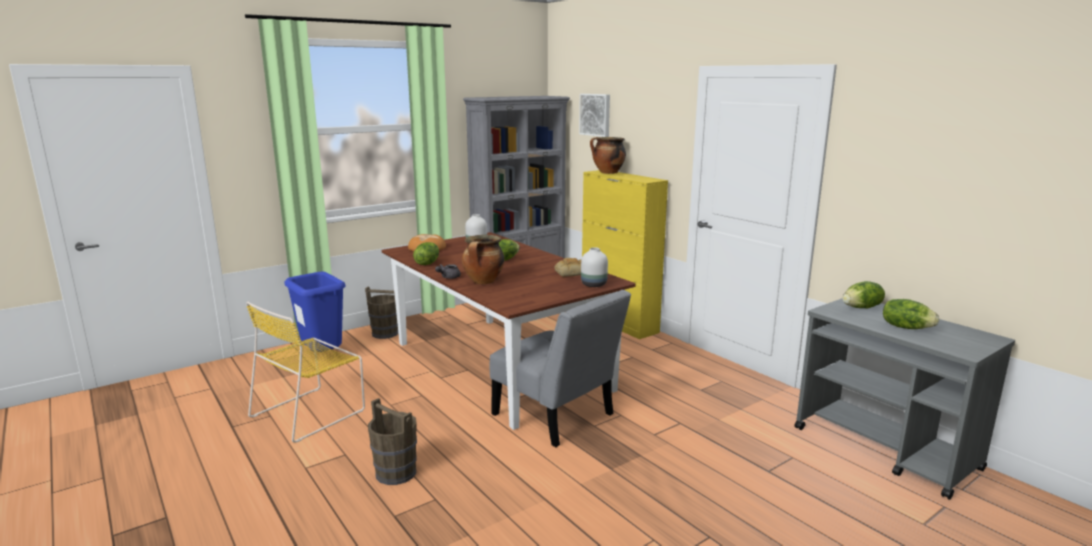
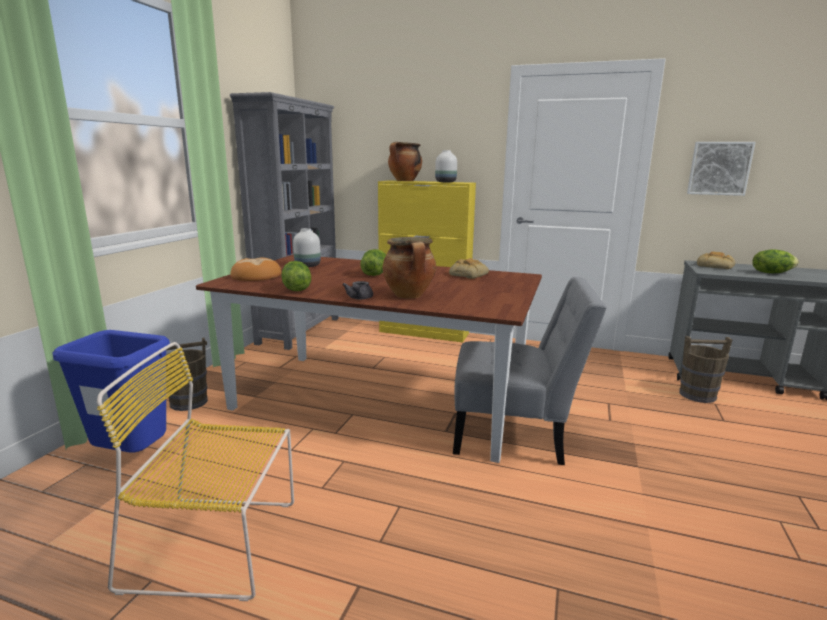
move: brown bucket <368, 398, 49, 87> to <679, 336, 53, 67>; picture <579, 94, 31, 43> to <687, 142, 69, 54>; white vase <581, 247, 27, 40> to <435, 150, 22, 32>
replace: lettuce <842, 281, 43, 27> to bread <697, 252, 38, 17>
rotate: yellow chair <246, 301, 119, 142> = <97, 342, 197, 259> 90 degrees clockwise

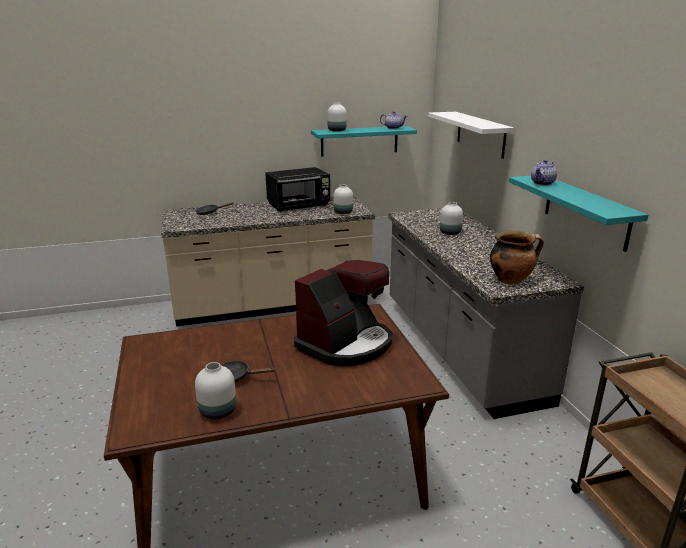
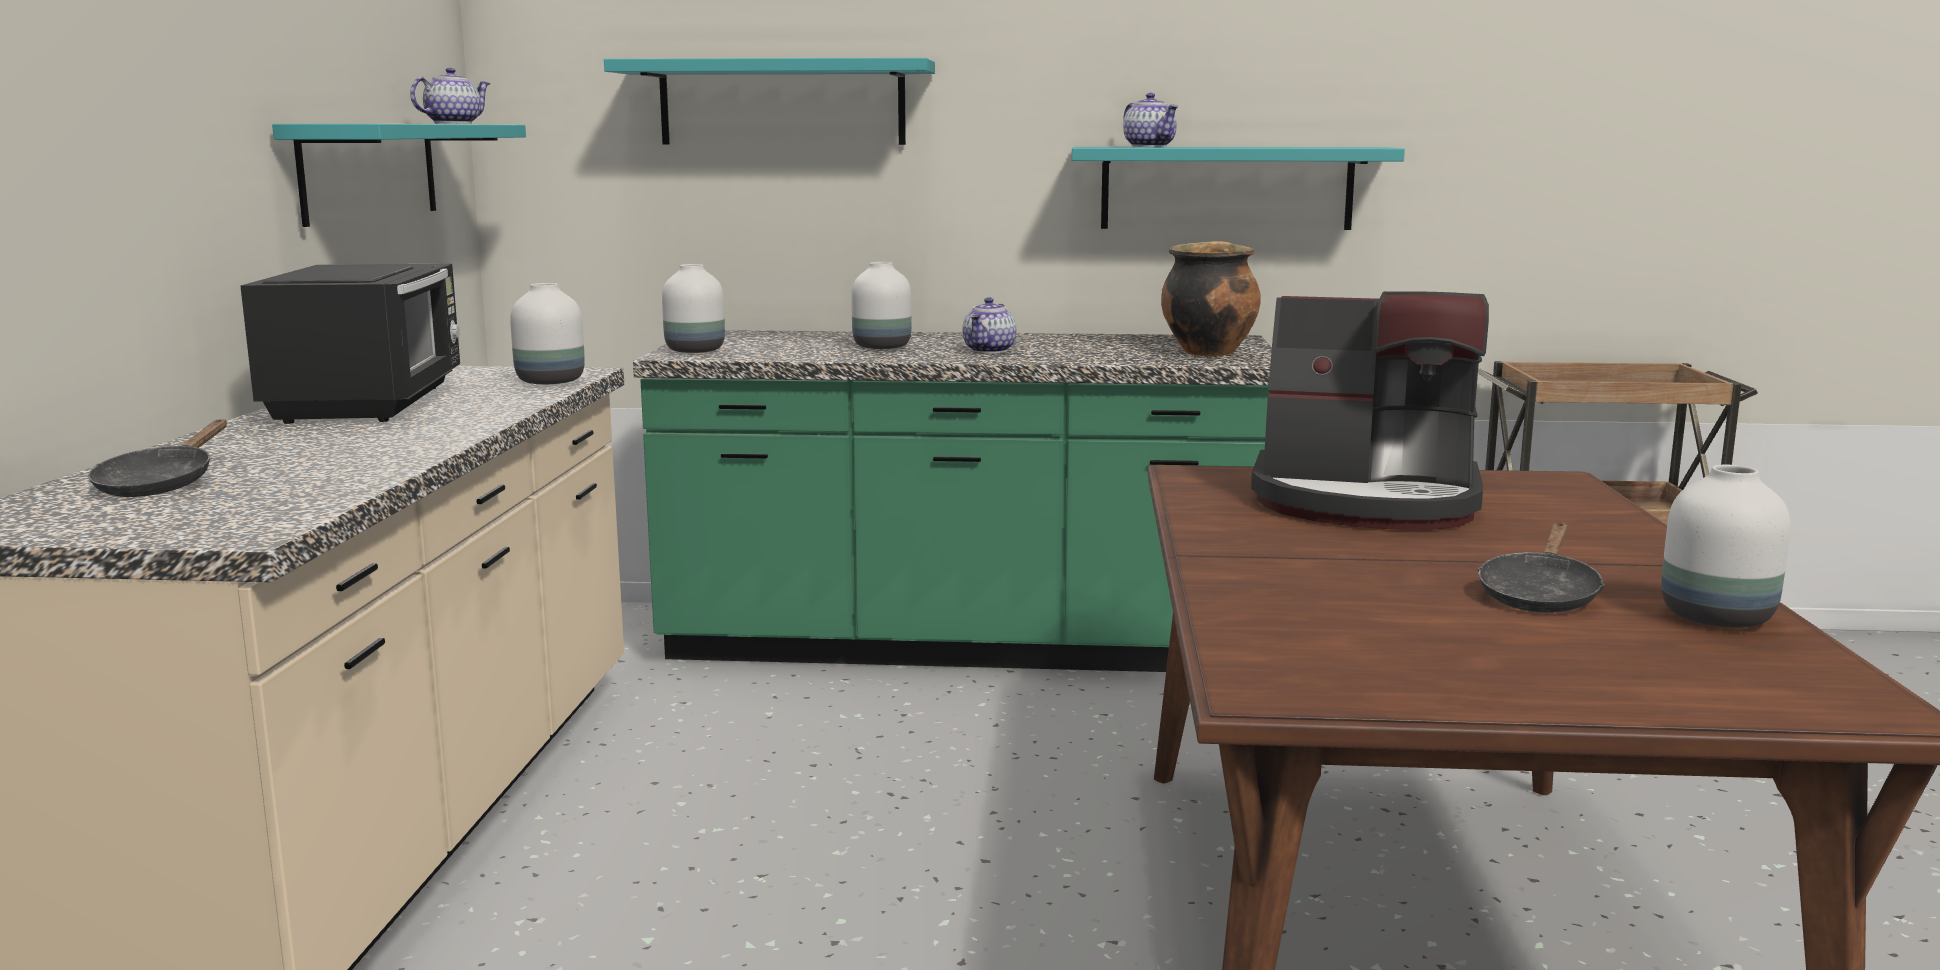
insert: teapot <963, 297, 54, 57>
move: white vase <327, 102, 20, 30> to <662, 264, 63, 89>
recolor: grey counter <388, 208, 196, 211> to green counter <633, 330, 639, 342>; white shelf <428, 112, 86, 47> to turquoise shelf <604, 58, 331, 87>
rotate: coffee machine <294, 260, 98, 106> = <1251, 291, 238, 239> 135 degrees clockwise

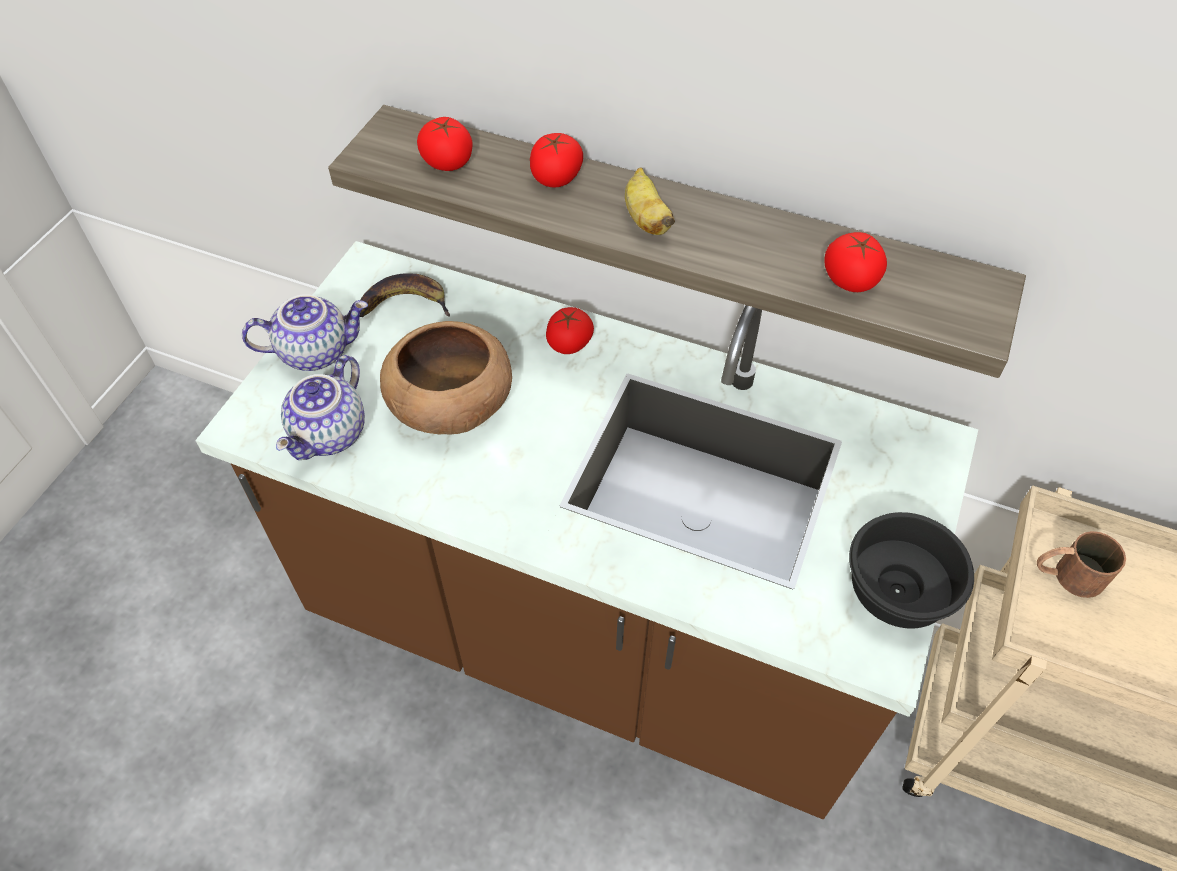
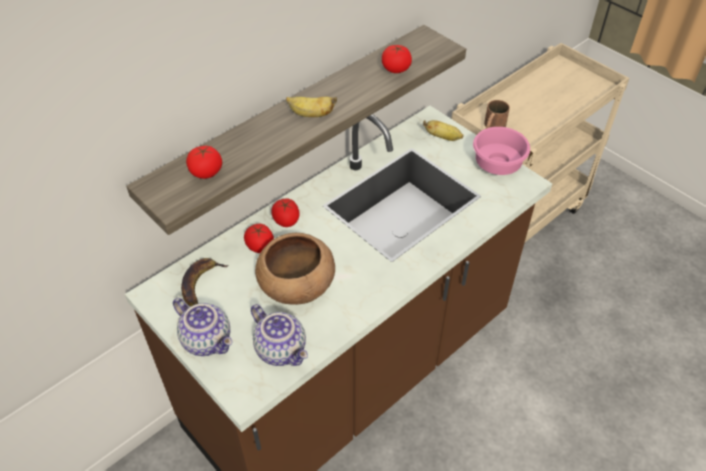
insert: banana <423, 120, 40, 21>
move: tomato <530, 133, 53, 55> to <244, 224, 30, 29>
recolor: black bowl <849, 512, 125, 117> to pink bowl <473, 127, 57, 48>
rotate: teapot <242, 294, 126, 77> = <173, 298, 59, 58> 120 degrees clockwise

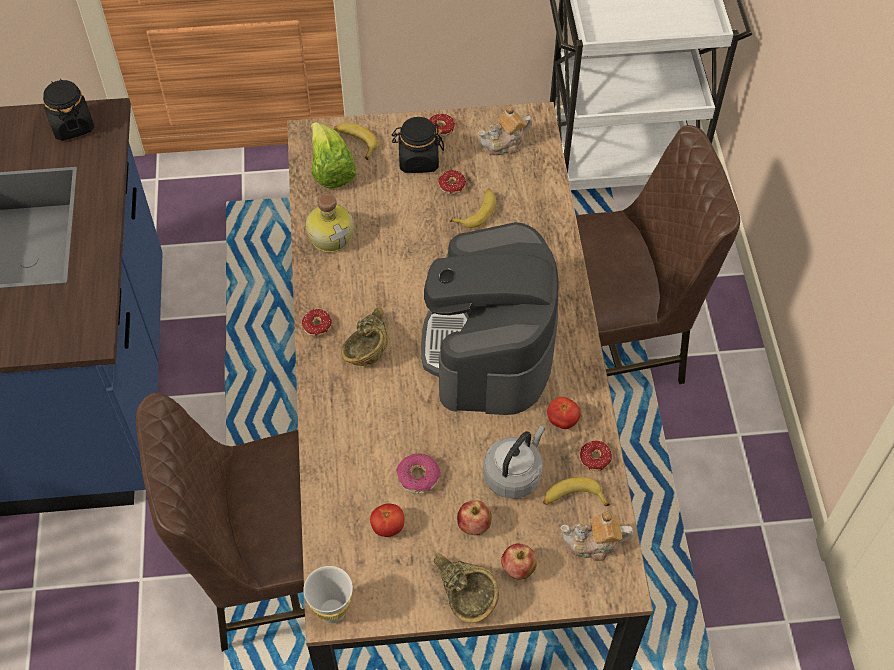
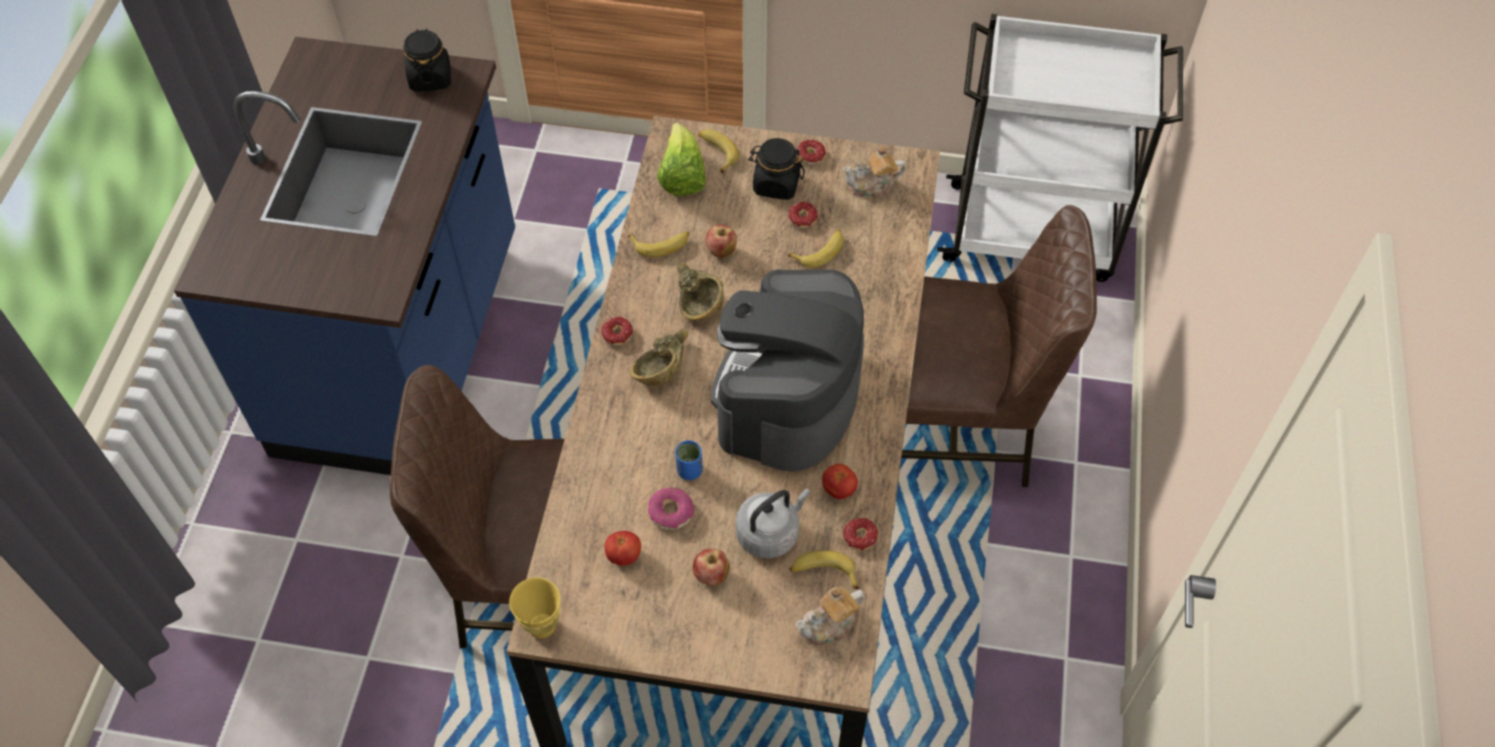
insert: blue cup <675, 440, 28, 40>
move: brown bowl <434, 554, 65, 69> to <677, 263, 47, 57>; apple <501, 543, 36, 37> to <706, 225, 31, 33>
replace: bottle <306, 194, 48, 58> to banana <628, 231, 62, 27>
recolor: white cup <303, 566, 50, 57> to yellow cup <509, 577, 52, 61>
rotate: teapot <560, 512, 73, 49> = <796, 586, 69, 59> 45 degrees counterclockwise

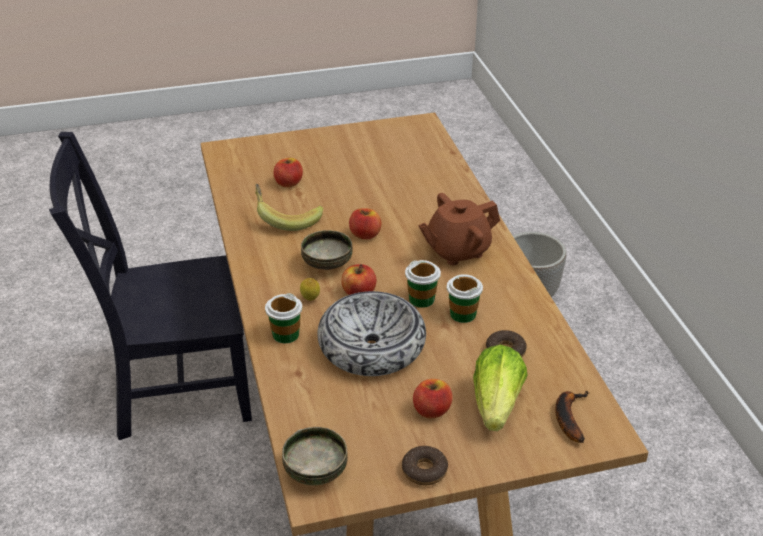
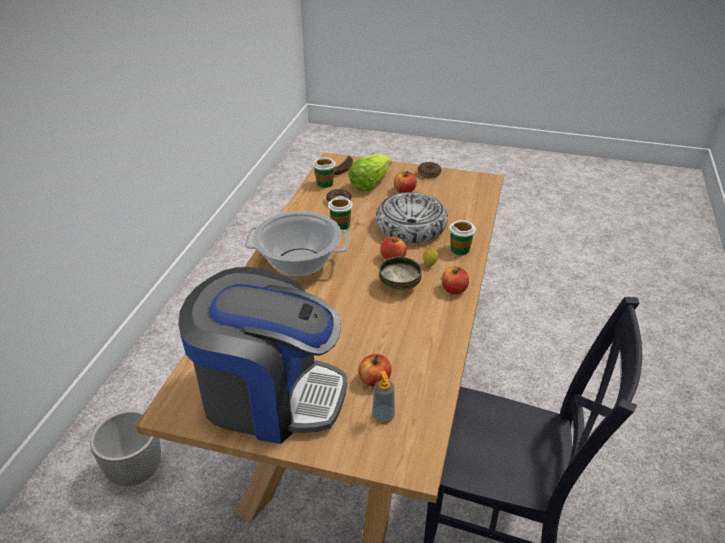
delete: banana <255, 184, 68, 47>; bowl <282, 427, 66, 59>
insert: coffee machine <178, 267, 169, 177>; soap dispenser <372, 371, 23, 53>
move: apple <349, 208, 32, 31> to <442, 267, 27, 27>; cup <405, 260, 36, 48> to <313, 157, 23, 31>
replace: brown teapot <419, 193, 81, 72> to cooking pot <244, 211, 106, 66>

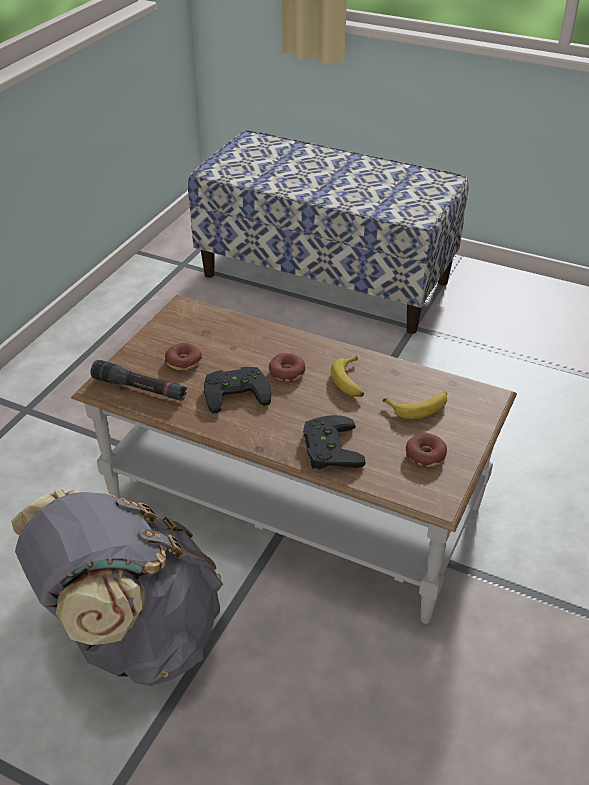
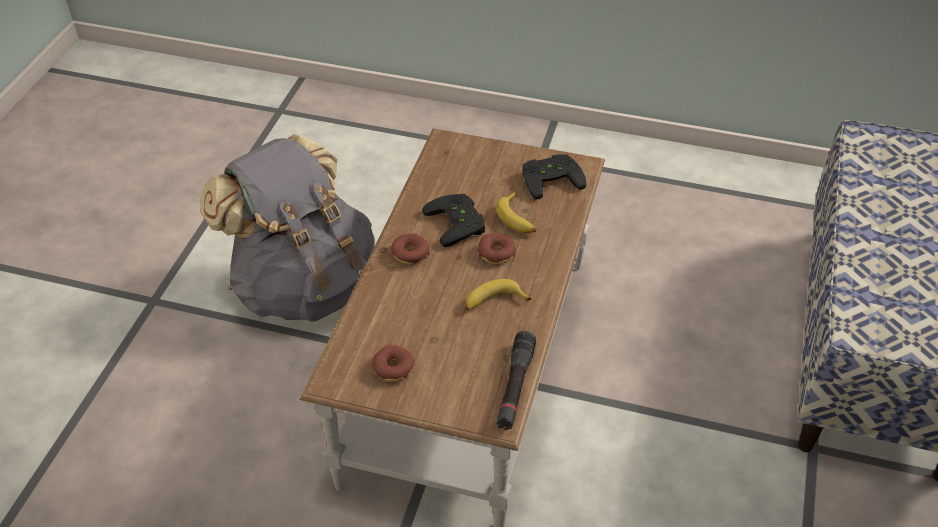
move: black flashlight <91, 360, 96, 41> to <496, 331, 40, 99>; donut <165, 343, 37, 27> to <391, 234, 39, 30>; black game controller <303, 415, 63, 54> to <522, 155, 64, 45>; banana <383, 391, 64, 28> to <496, 191, 41, 42>

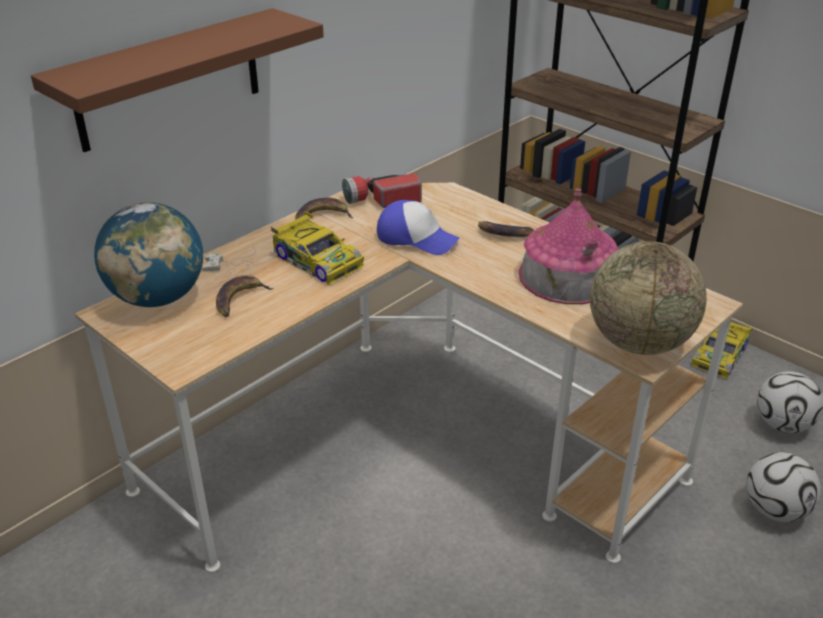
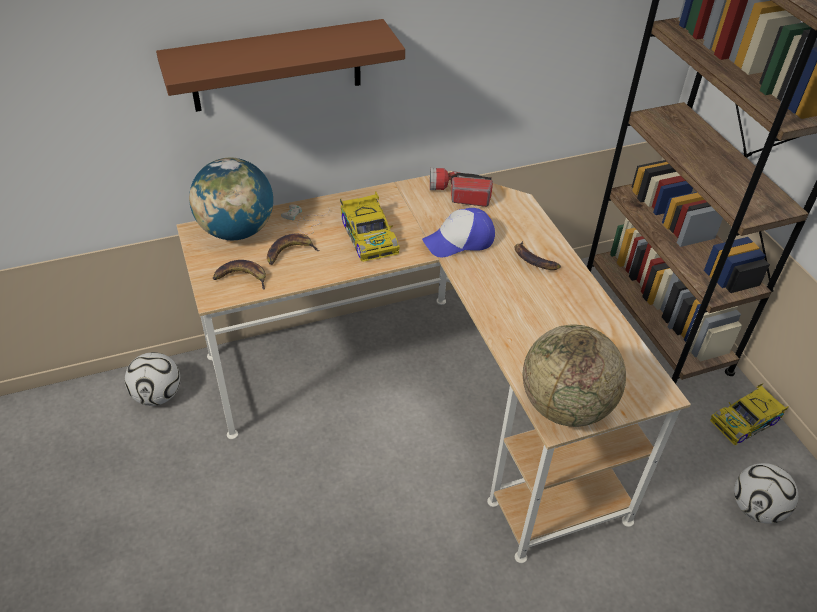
delete: toy house <519, 188, 99, 116>
move: banana <295, 198, 58, 22> to <213, 260, 53, 30>; football <747, 452, 74, 70> to <125, 352, 56, 54>
rotate: cap <377, 200, 83, 55> = <422, 208, 73, 49> 105 degrees clockwise

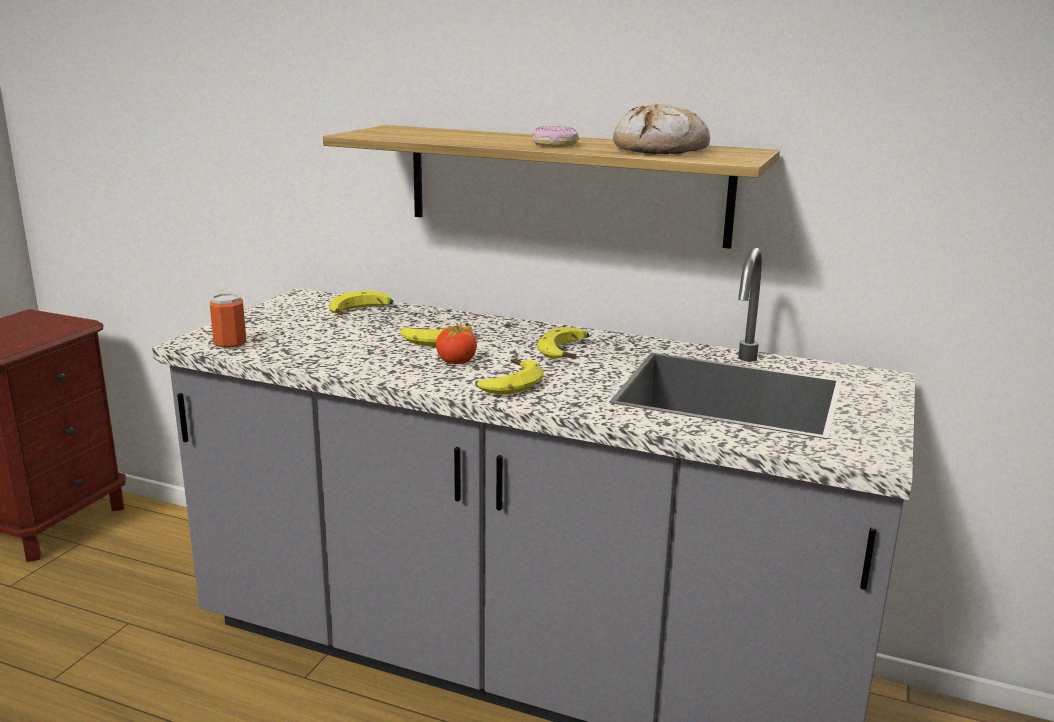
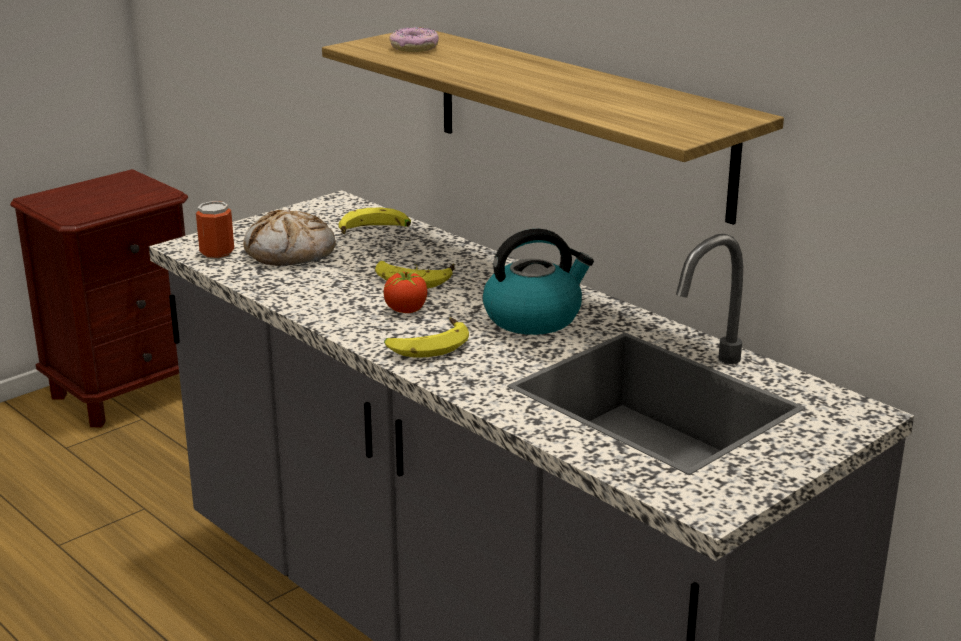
move: donut <532, 126, 47, 21> to <389, 27, 50, 25>; bread <613, 103, 97, 51> to <243, 209, 93, 57>
replace: banana <537, 327, 52, 32> to kettle <483, 229, 111, 106>

